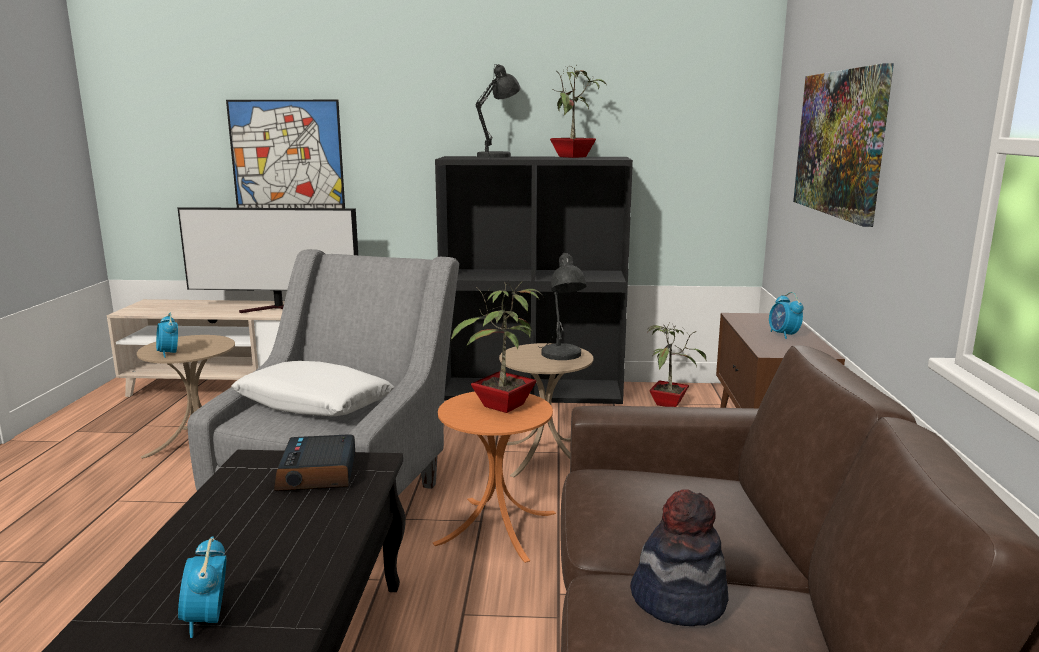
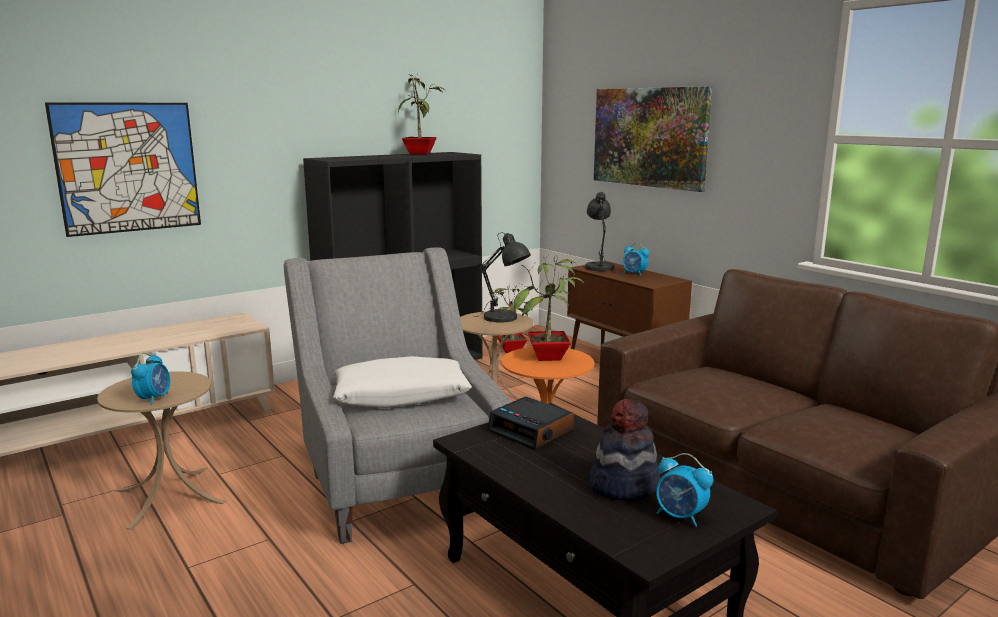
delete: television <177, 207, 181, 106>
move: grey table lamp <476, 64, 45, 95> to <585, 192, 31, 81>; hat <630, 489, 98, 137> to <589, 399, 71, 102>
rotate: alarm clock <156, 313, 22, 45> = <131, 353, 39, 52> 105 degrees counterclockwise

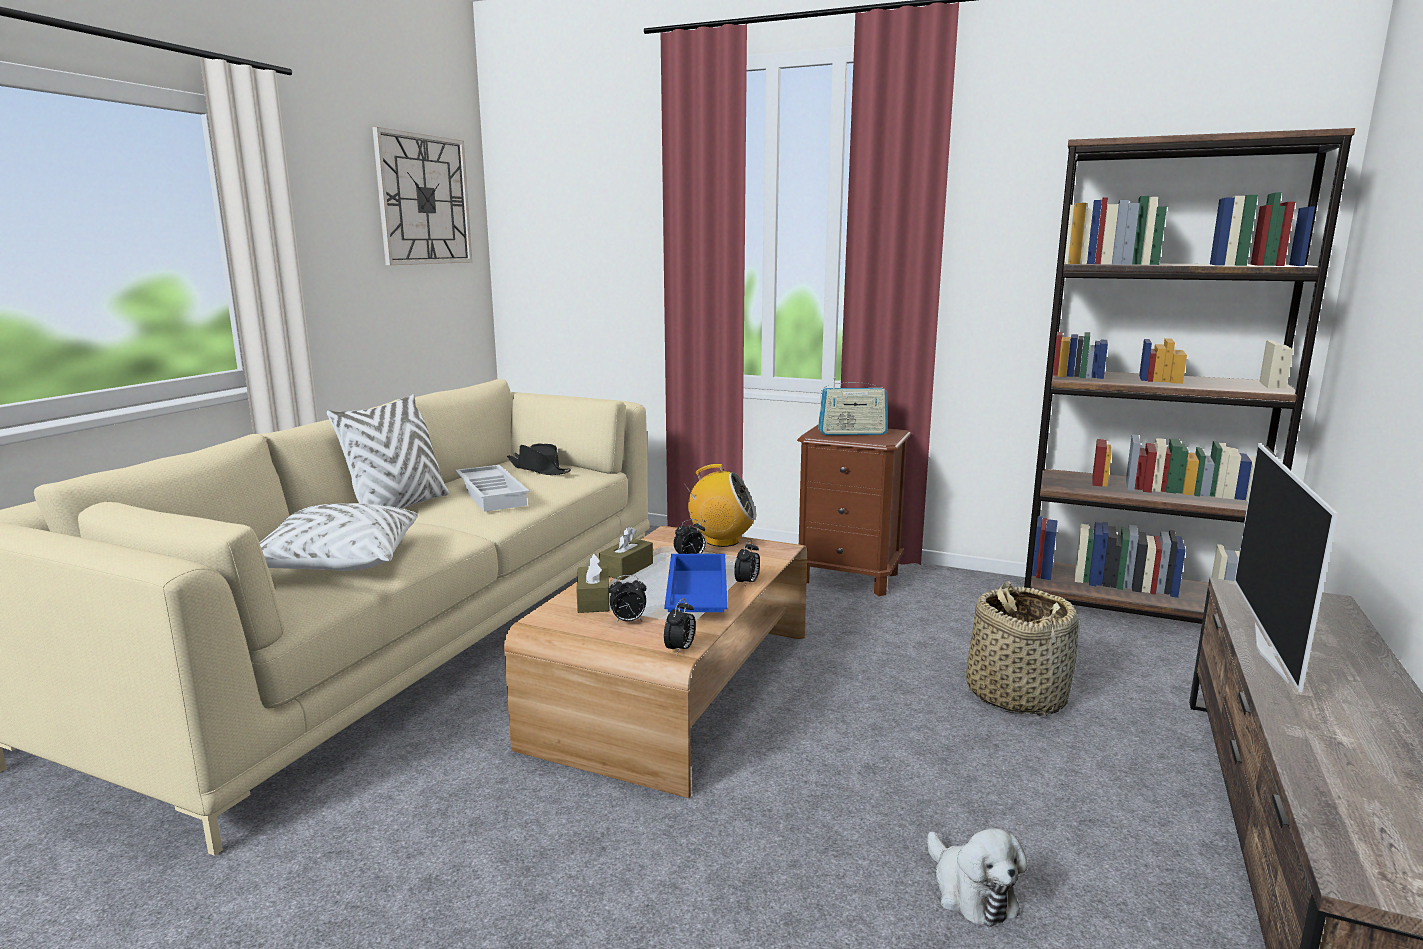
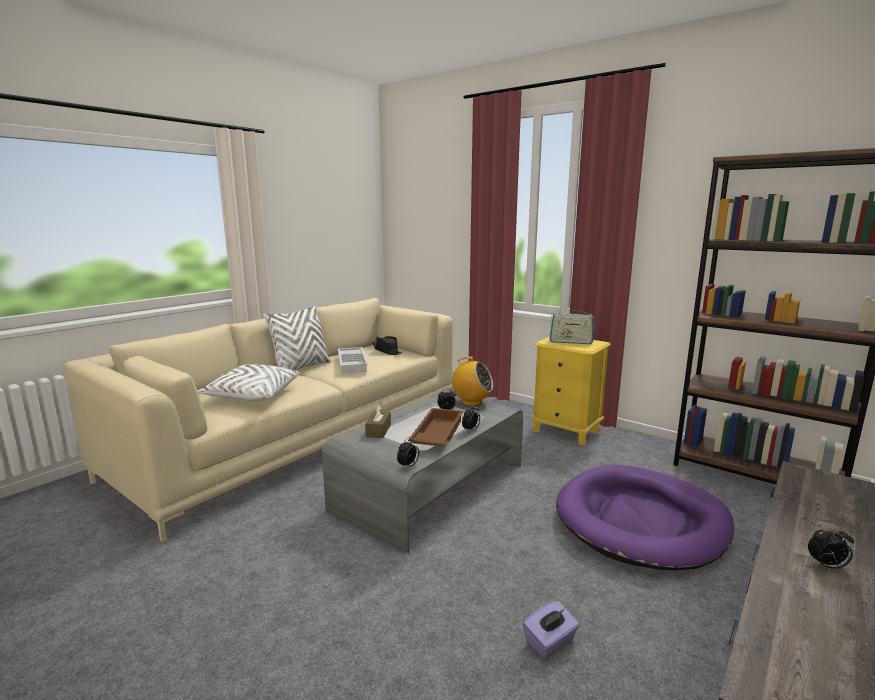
delete: wall clock <372, 127, 100, 138>; brown tissue box <599, 526, 54, 54>; television <1234, 443, 104, 249>
move: alarm clock <608, 575, 39, 48> to <808, 526, 46, 43>
replace: plush toy <927, 828, 101, 99> to purple tissue box <523, 601, 56, 58>; basket <966, 581, 113, 135> to purple dog bed <556, 465, 178, 105>
recolor: brown coffee table <504, 526, 303, 272> to grey coffee table <322, 390, 201, 163>; blue tray <664, 554, 64, 58> to brown tray <408, 408, 55, 39>; brown nightstand <797, 425, 114, 171> to yellow nightstand <531, 337, 80, 108>

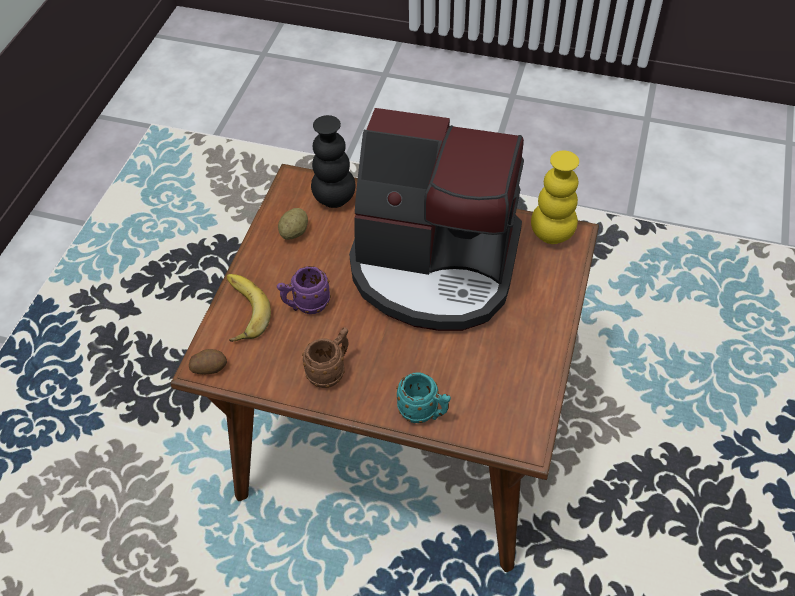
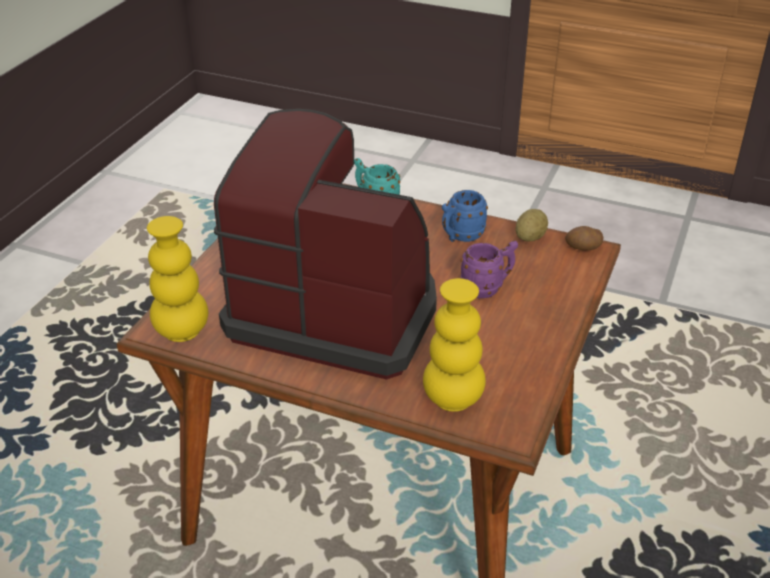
delete: banana <227, 274, 44, 68>
move: potato <278, 208, 30, 32> to <515, 209, 33, 33>
recolor: brown mug <302, 327, 47, 61> to blue mug <442, 190, 46, 52>; black vase <311, 115, 45, 93> to yellow vase <423, 278, 63, 134>

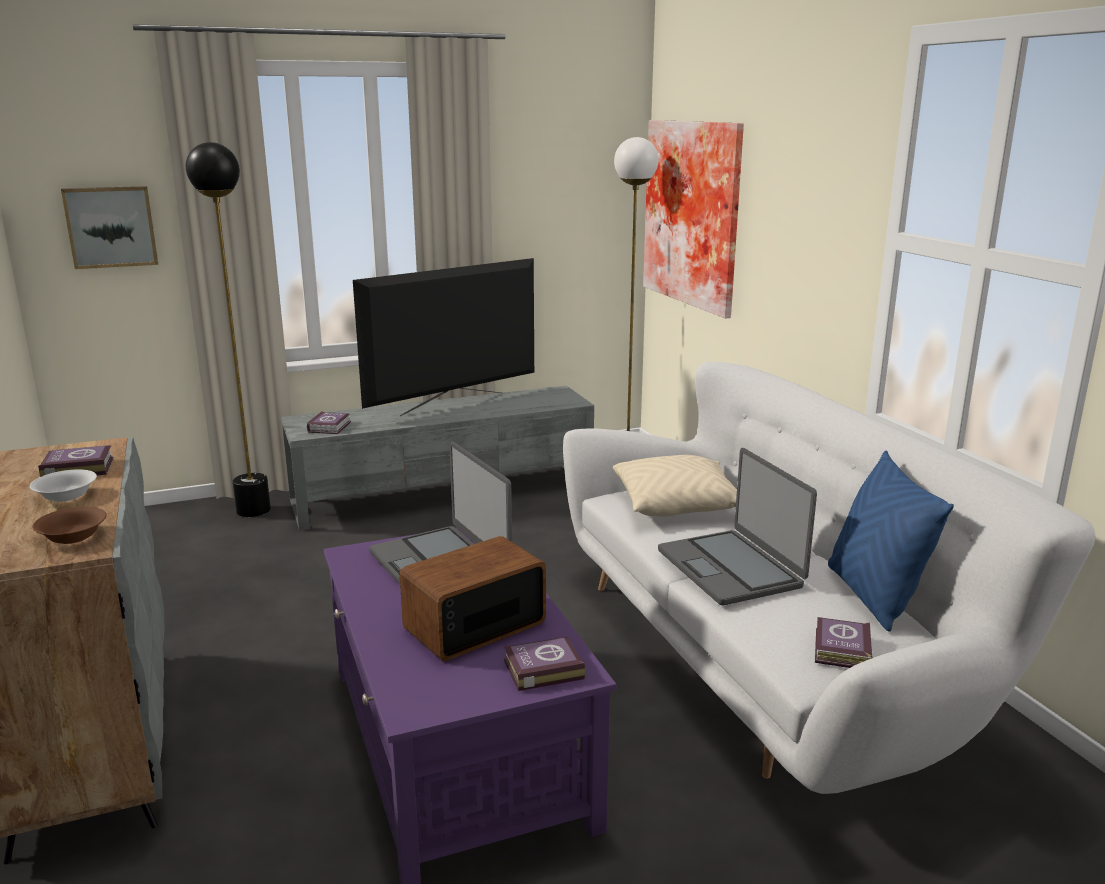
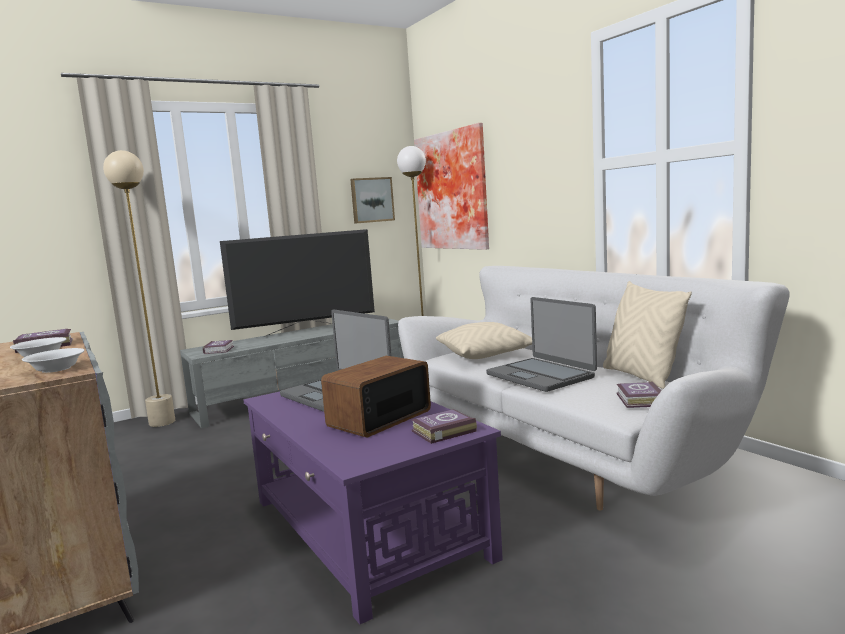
move: picture <61, 186, 97, 83> to <350, 177, 45, 47>
recolor: brown bowl <32, 507, 75, 37> to white bowl <22, 348, 63, 25>; black floor lamp <186, 142, 85, 375> to beige floor lamp <103, 150, 72, 277>; blue pillow <828, 451, 126, 181> to beige pillow <603, 281, 89, 108>
rotate: television <353, 258, 181, 158> = <220, 229, 155, 108> 150 degrees counterclockwise

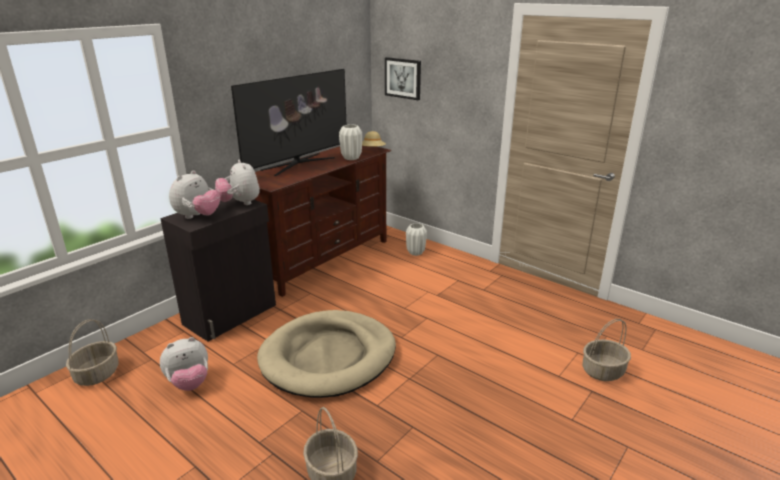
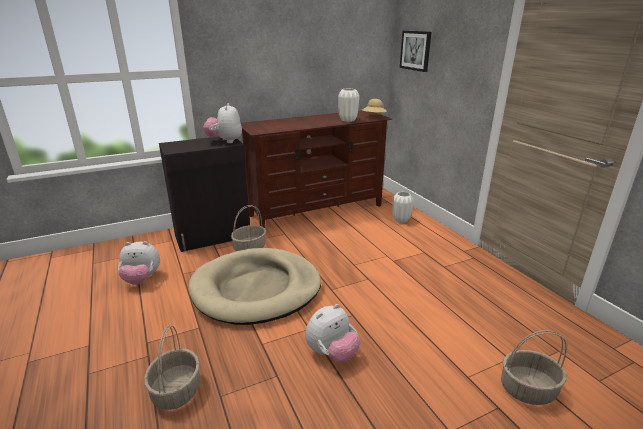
delete: television <231, 69, 115, 107>
move: basket <66, 319, 53, 67> to <231, 205, 35, 46>; plush toy <169, 170, 52, 49> to <305, 304, 56, 58>

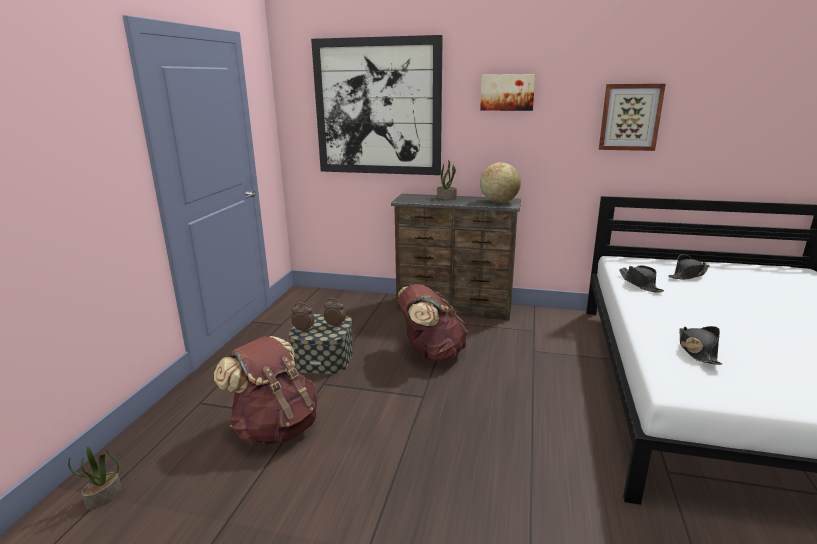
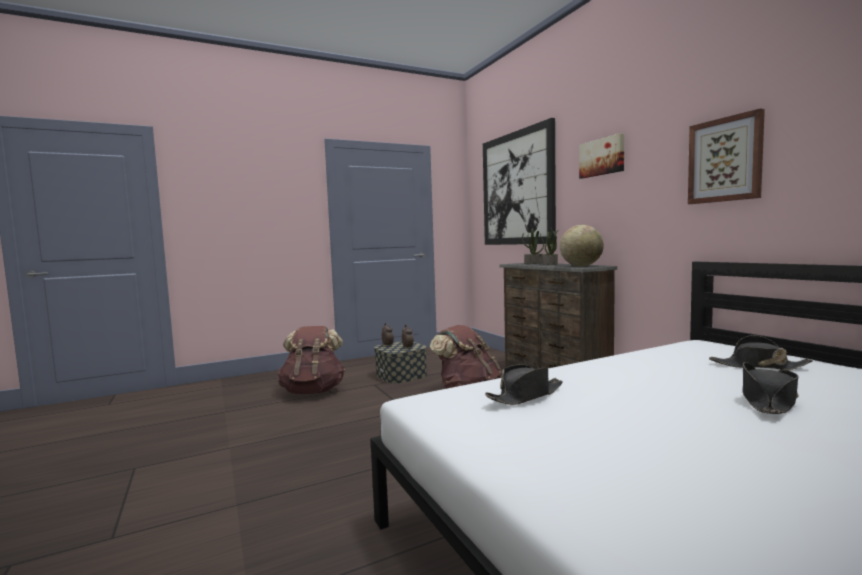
move: potted plant <68, 446, 54, 64> to <522, 228, 22, 36>; black hat <619, 265, 45, 28> to <743, 362, 55, 52>

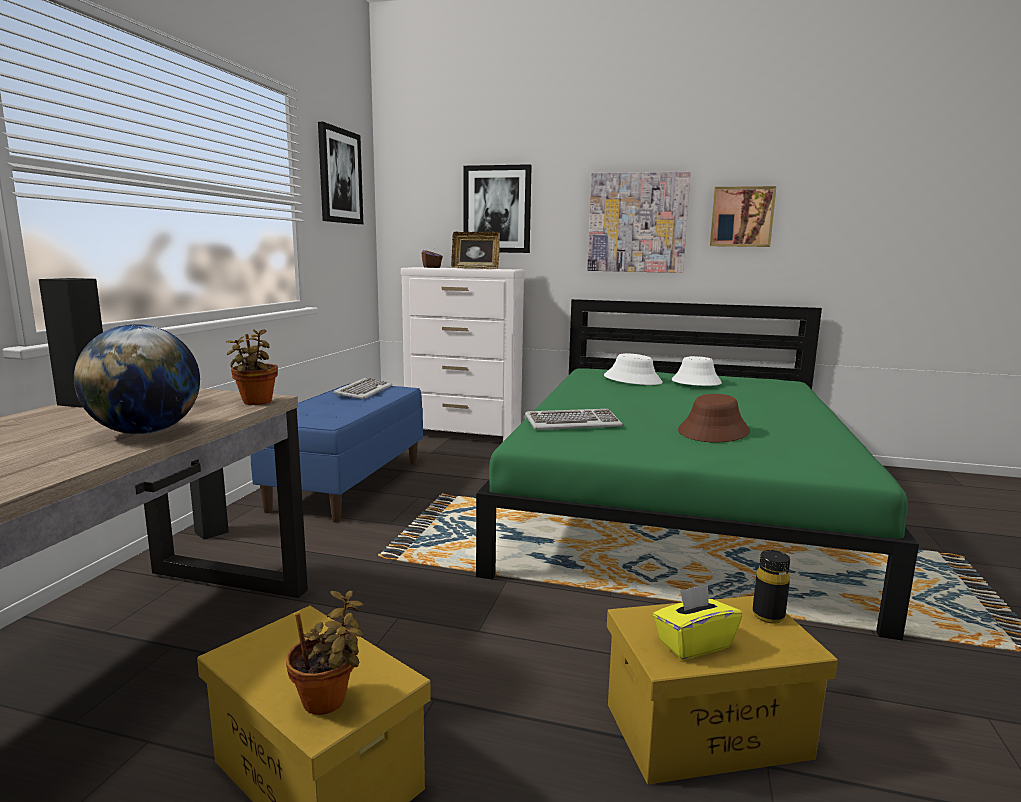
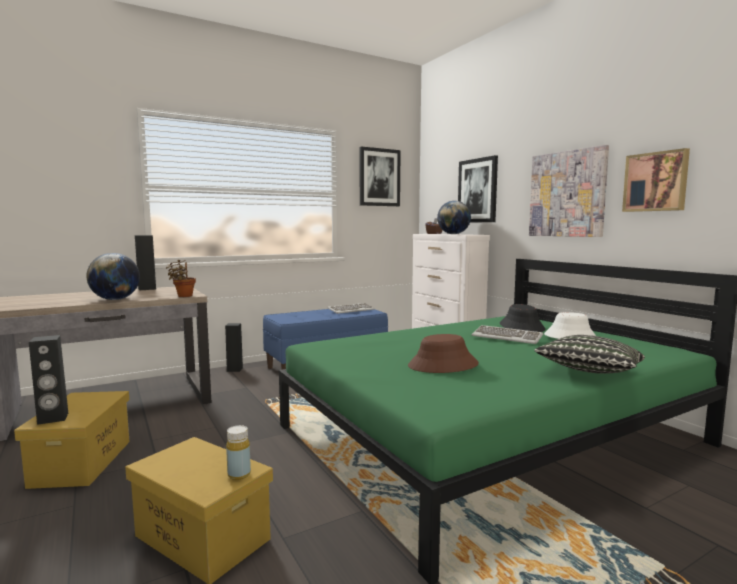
delete: yellow tissue box <653, 584, 89, 76>
insert: pillow <534, 335, 111, 39>
move: keyboard <525, 409, 98, 21> to <472, 325, 71, 19>
replace: potted plant <286, 591, 77, 124> to black speaker <29, 335, 39, 90>; picture frame <451, 232, 49, 37> to globe <437, 201, 34, 33>
recolor: white hat <604, 353, 59, 32> to black hat <500, 304, 45, 28>; black bottle <753, 550, 37, 74> to yellow bottle <226, 425, 25, 55>

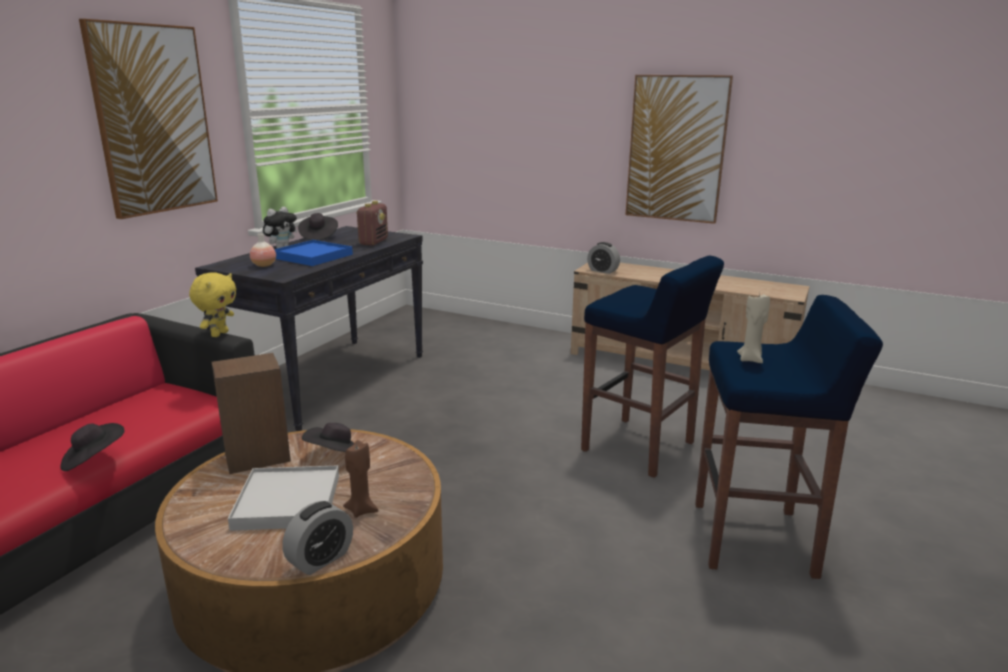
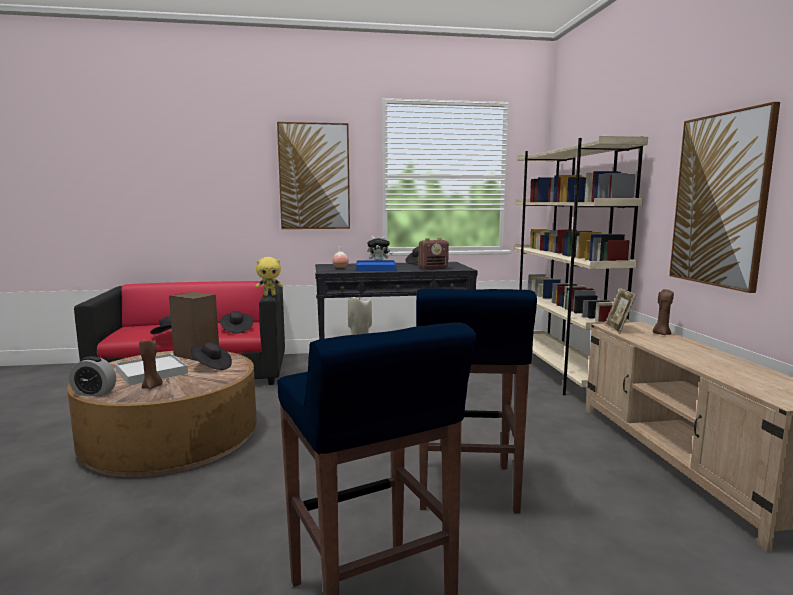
insert: black hat <220, 311, 33, 22>; beige bookcase <514, 136, 134, 259>; brown candle <653, 289, 21, 46>
replace: alarm clock <587, 242, 33, 32> to picture frame <605, 288, 31, 46>

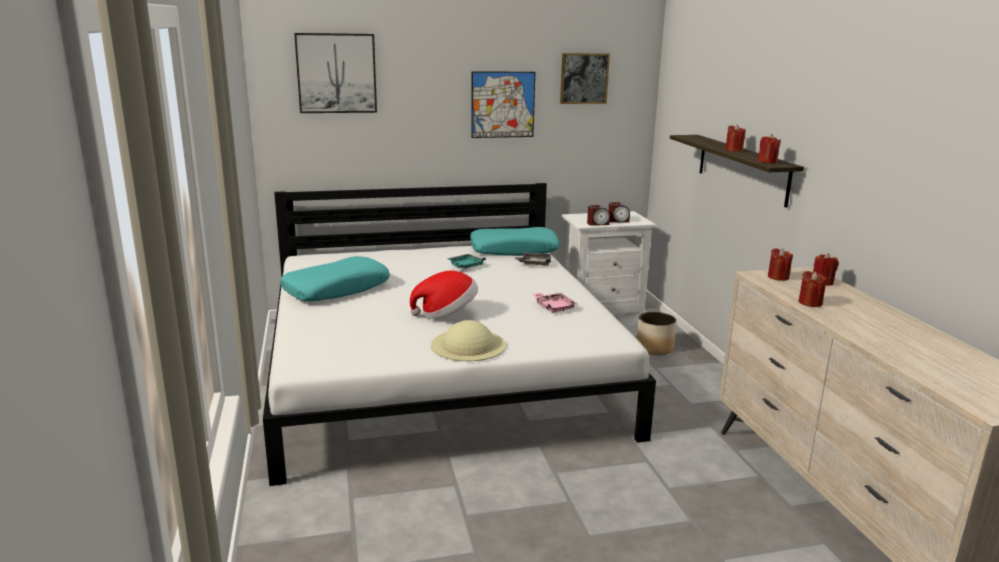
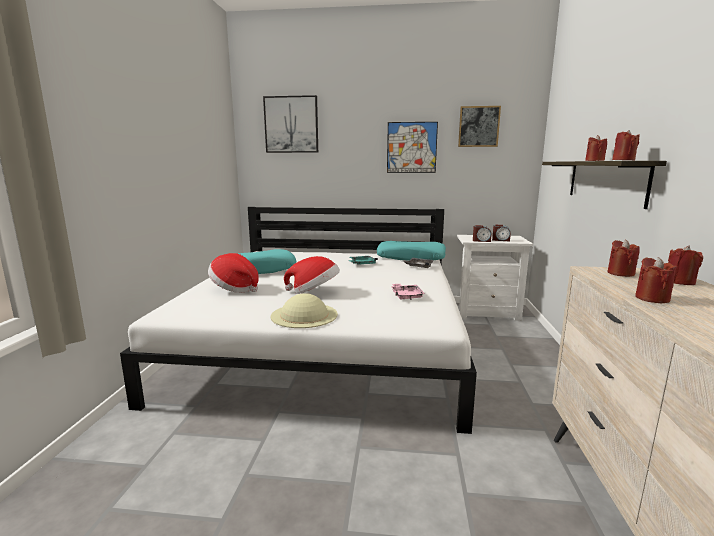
delete: planter <637, 312, 39, 43>
insert: hat <208, 253, 51, 40>

